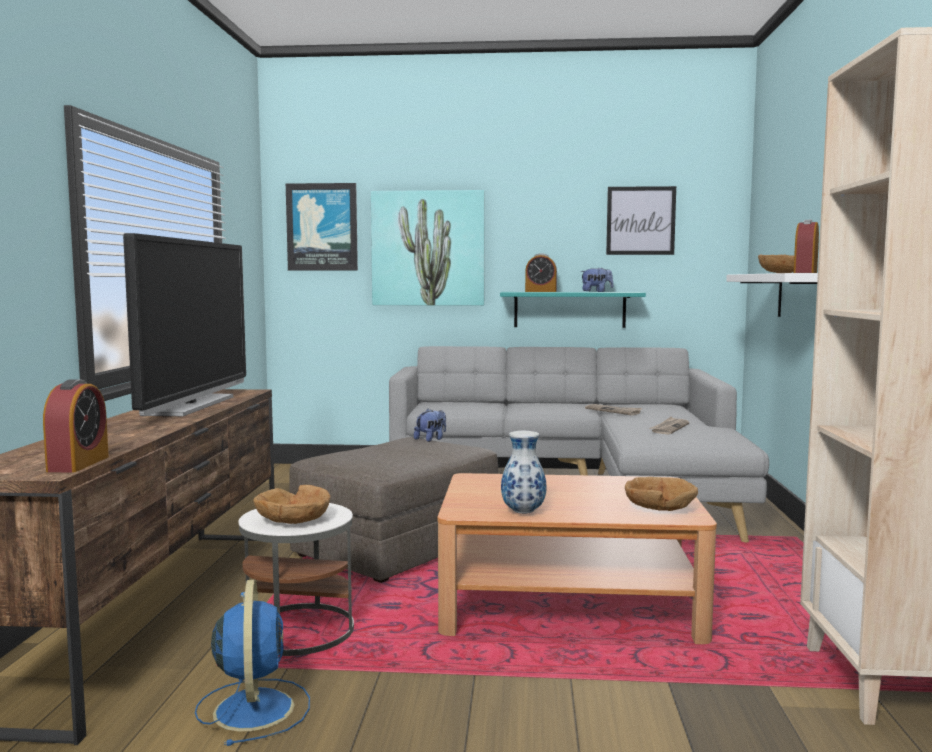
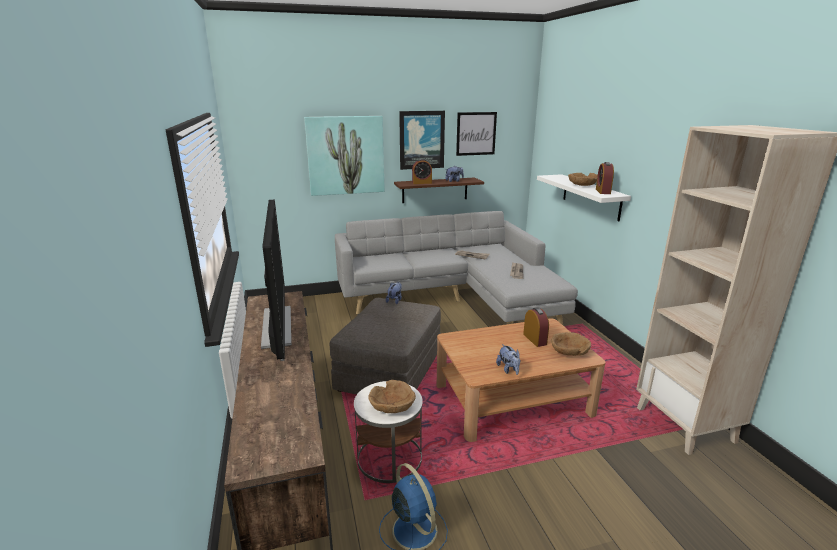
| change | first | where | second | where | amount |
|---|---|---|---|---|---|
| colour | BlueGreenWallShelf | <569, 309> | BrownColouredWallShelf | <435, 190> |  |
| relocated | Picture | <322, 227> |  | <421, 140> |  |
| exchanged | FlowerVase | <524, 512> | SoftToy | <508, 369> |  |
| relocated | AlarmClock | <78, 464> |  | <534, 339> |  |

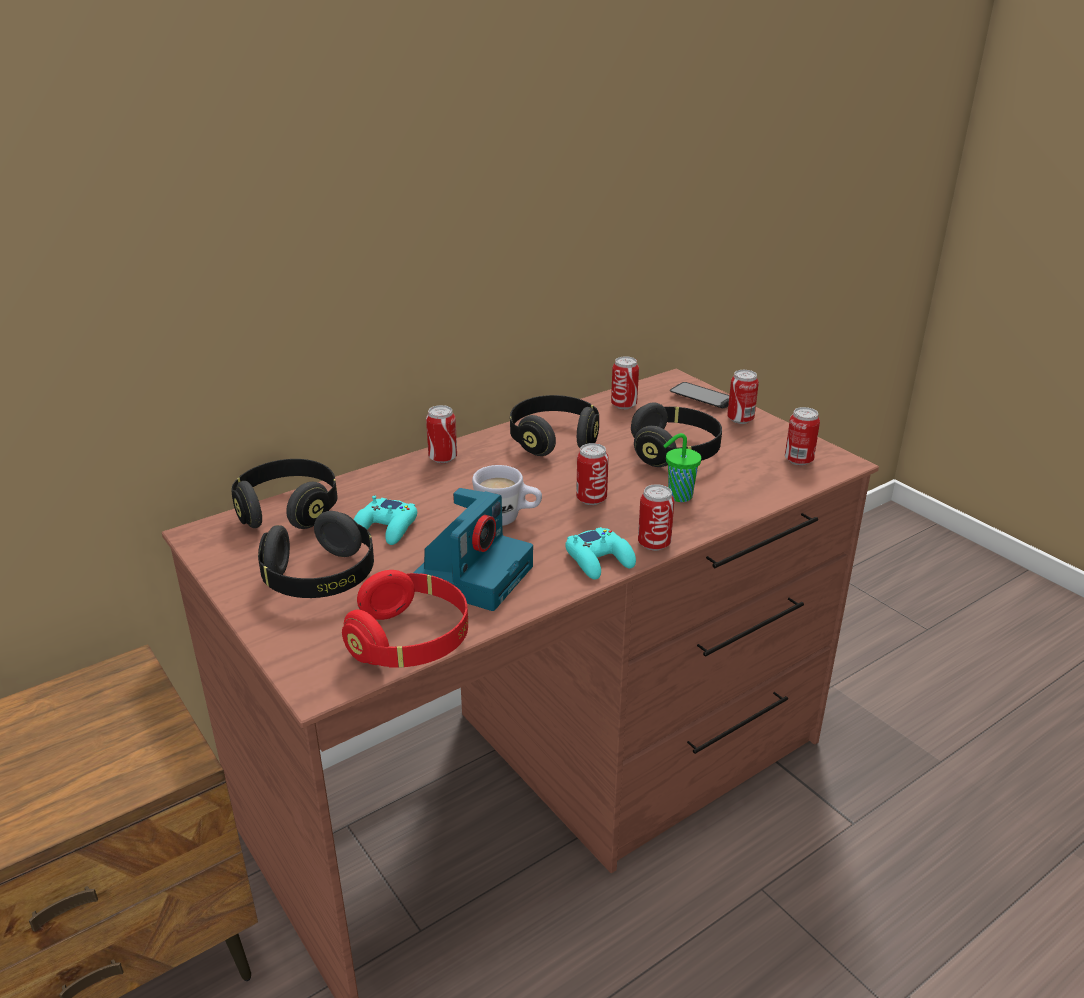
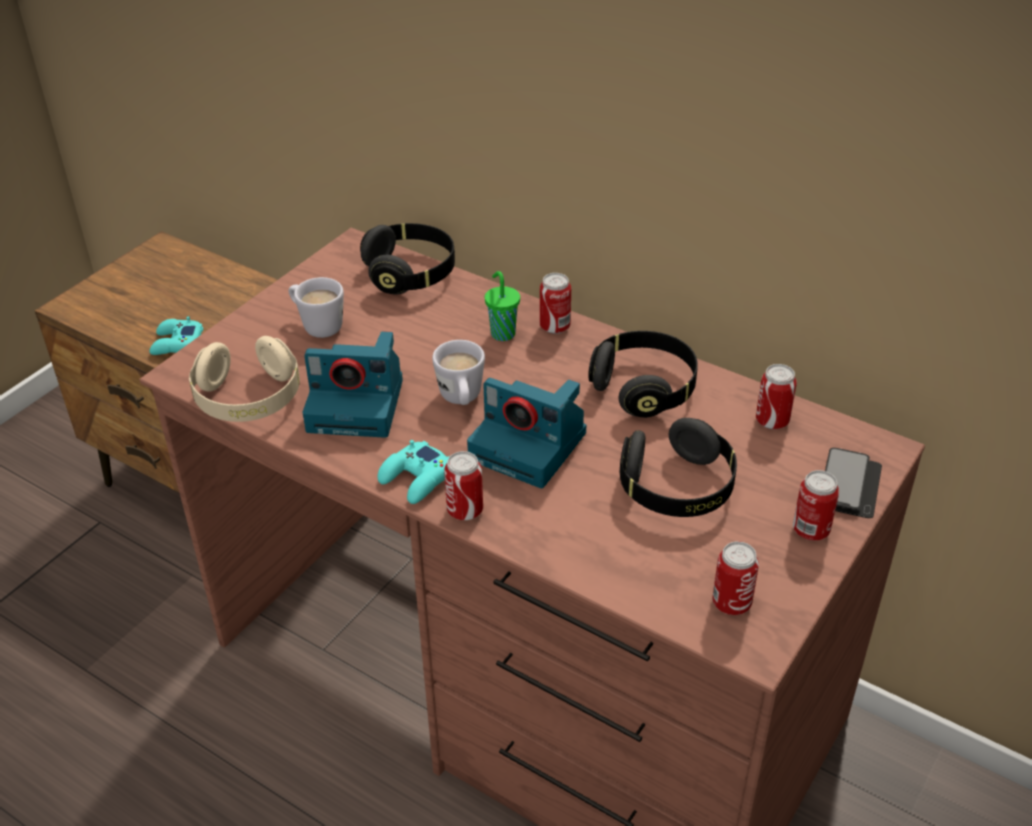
| change | first | where | second | where | amount |
|---|---|---|---|---|---|
| relocated | BlueGreenJoypad | <386, 528> |  | <176, 343> |  |
| colour | RedHeadphones | <410, 641> | BeigeColouredHeadphones | <248, 399> |  |
| exchanged | BlackHeadphones | <320, 578> | WhiteCoffeeMug | <317, 325> |  |
| exchanged | SealedCan | <591, 499> | StillCamera | <531, 446> |  |
| relocated | GreenCup | <678, 496> |  | <502, 333> |  |

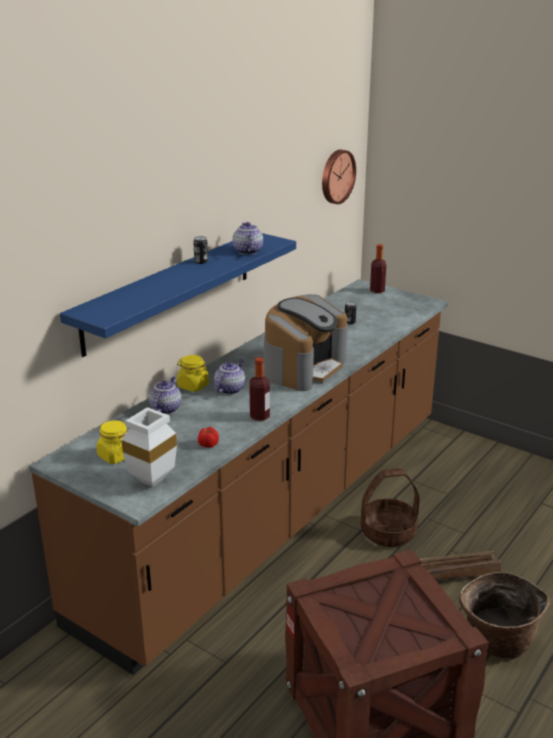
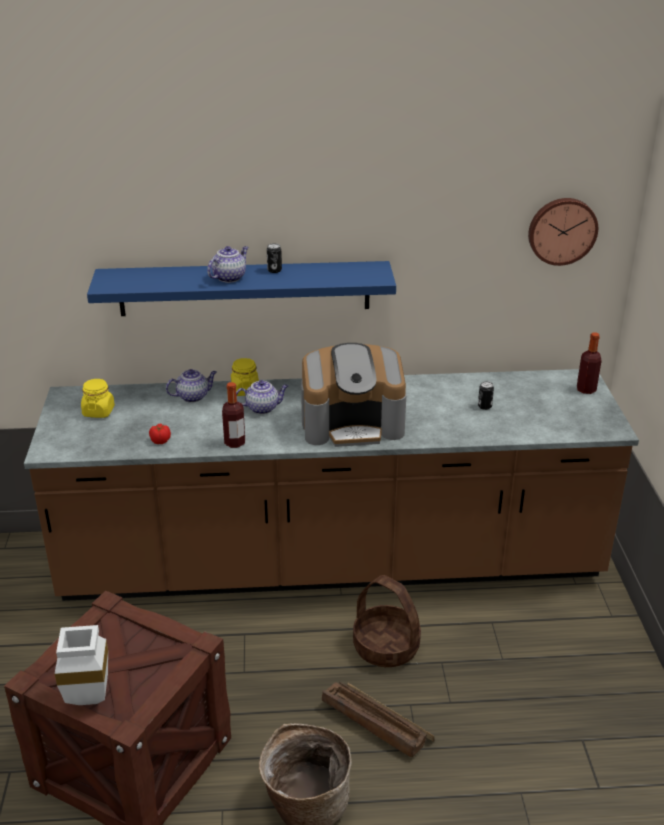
| change | first | where | second | where | amount |
|---|---|---|---|---|---|
| relocated | WhiteFlowerVase | <152, 479> |  | <91, 696> |  |
| relocated | PotForTea | <247, 251> |  | <229, 277> |  |

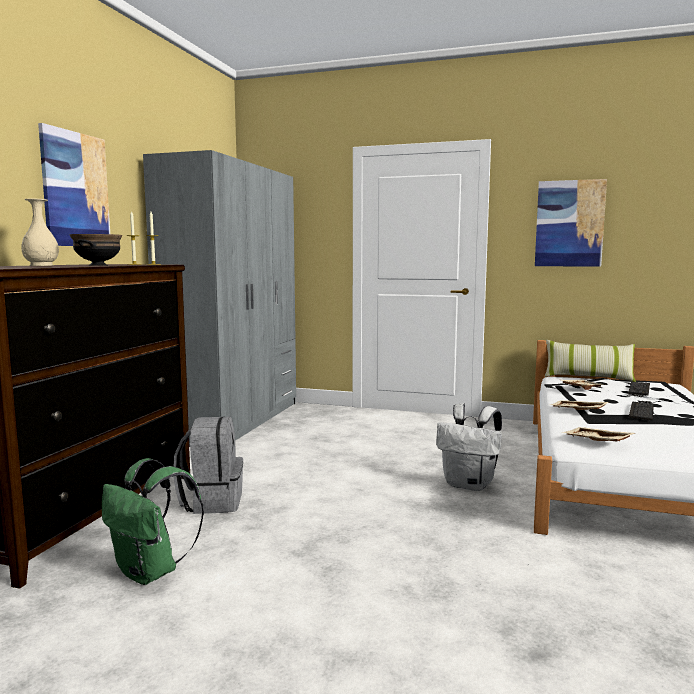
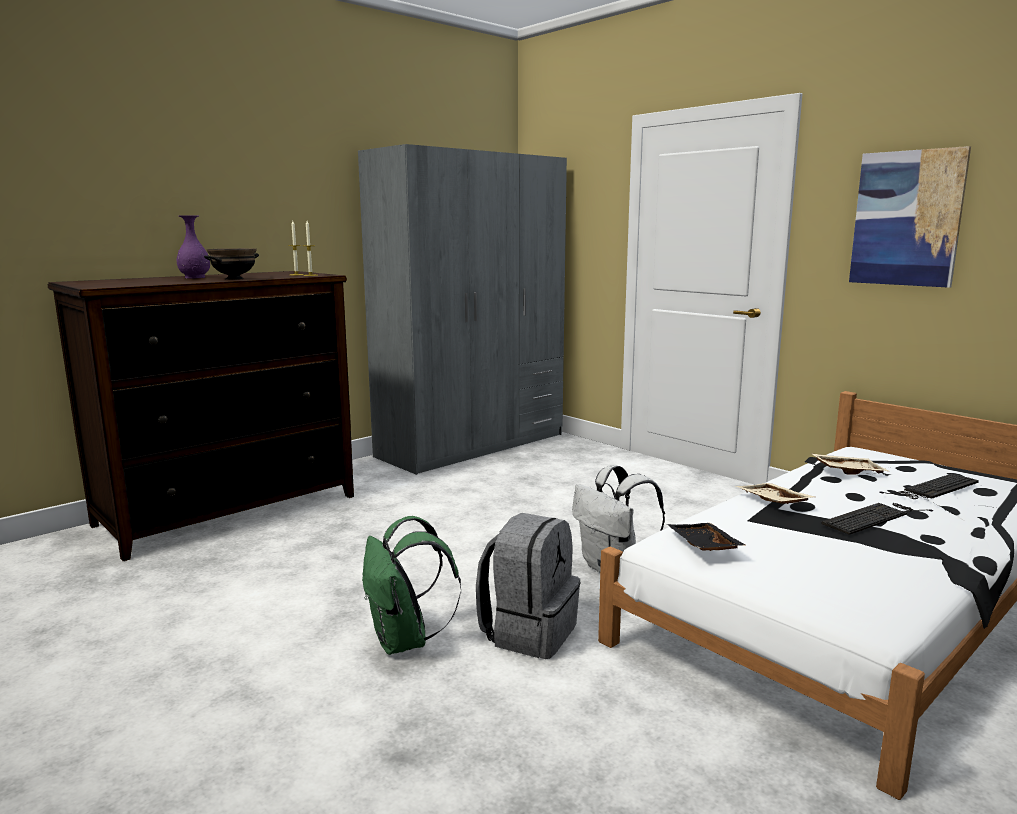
| change | first | where | second | where | amount |
|---|---|---|---|---|---|
| colour | BeigeColouredFlowerVase | <41, 265> | PurplishFlowerVase | <195, 277> |  |
| relocated | GreenBackpack | <151, 572> |  | <405, 641> |  |
| relocated | GrayBackpack | <212, 501> |  | <529, 632> |  |
| colour | BeigeColouredServingTray | <596, 442> | BlackServingTray | <702, 546> |  |
| missing | Picture | <75, 190> |  |  |  |
| missing | ThrowPillow | <588, 377> |  |  |  |

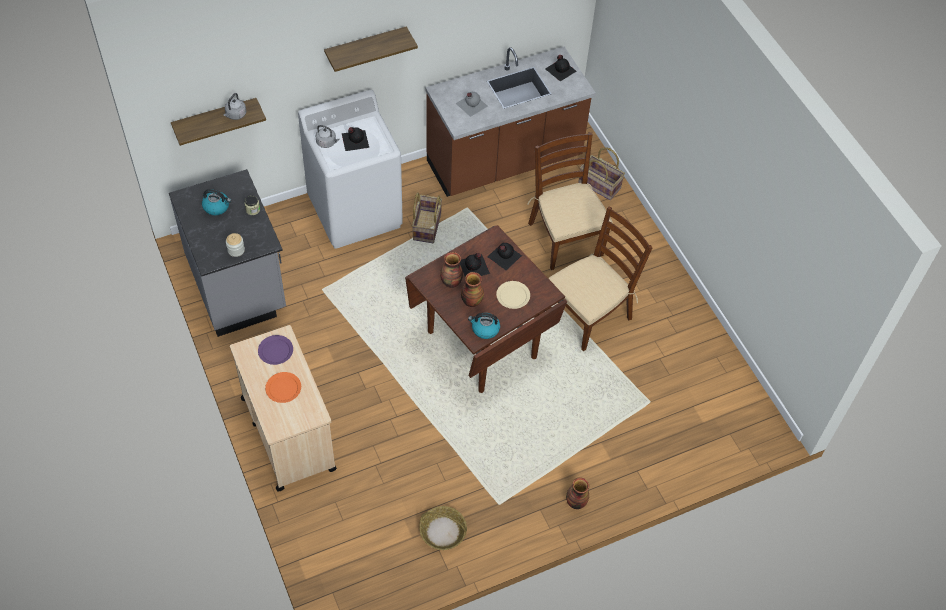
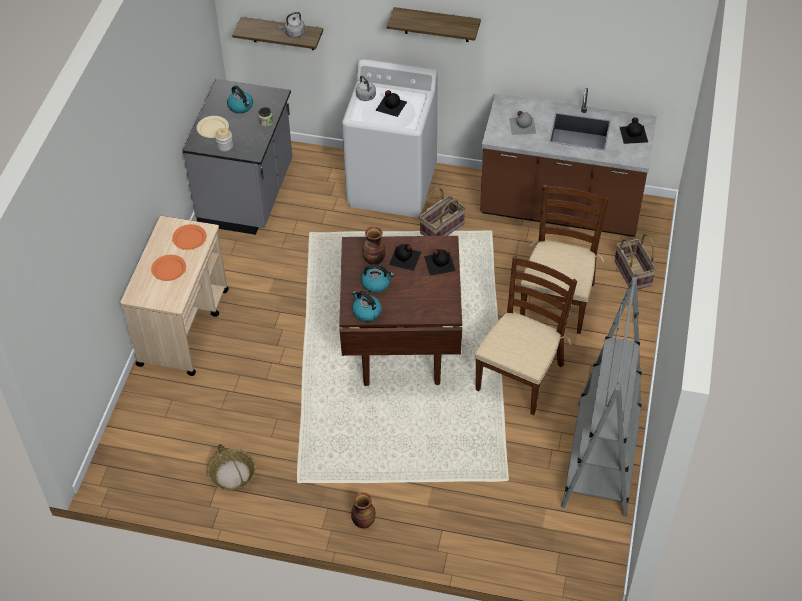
| change | first | where | second | where | amount |
|---|---|---|---|---|---|
| colour | PurplishDinnerPlate | <275, 351> | OrangeDinnerPlate | <189, 238> |  |
| relocated | BeigeColouredDinnerPlate | <513, 296> |  | <212, 128> |  |
| exchanged | FlowerVase | <471, 301> | TeaKettle | <376, 283> |  |
| spun | BrownColouredChair | <589, 315> |  | <520, 376> | 60 degrees counterclockwise |
| appeared |  |  | GrayShelvingUnit | <601, 458> |  |

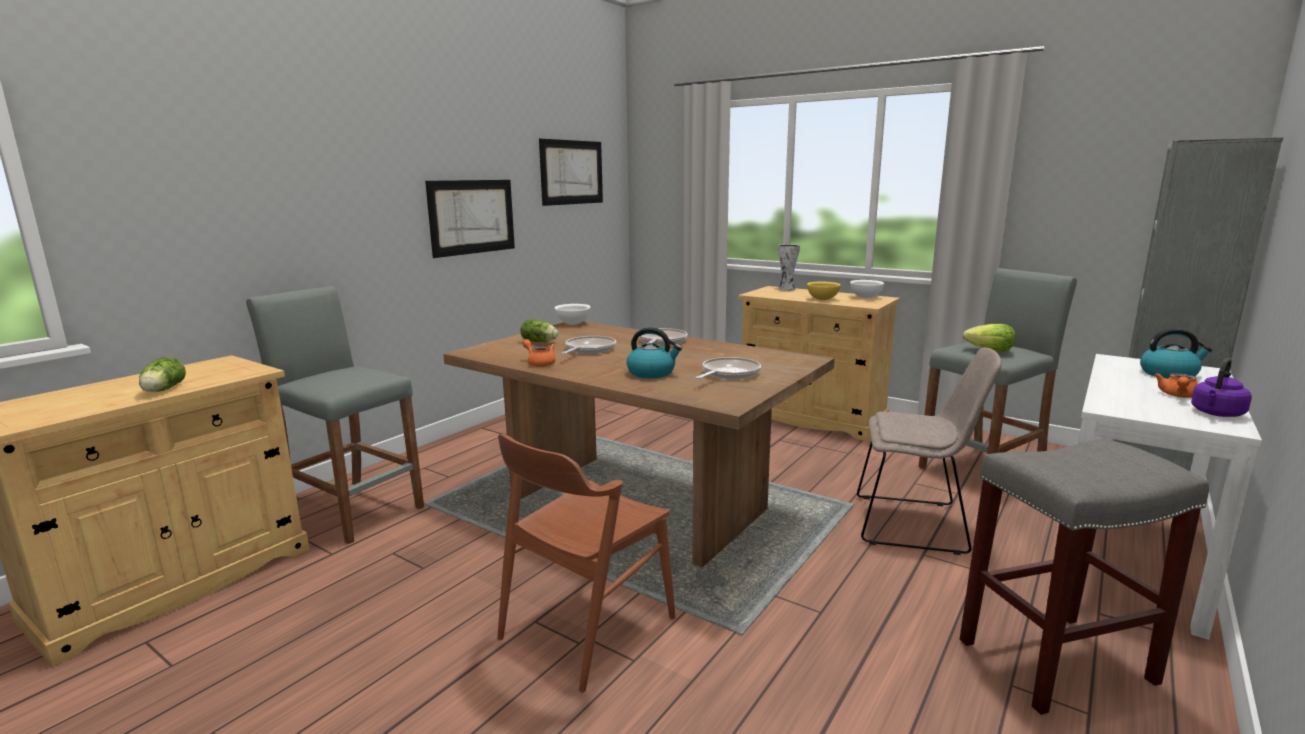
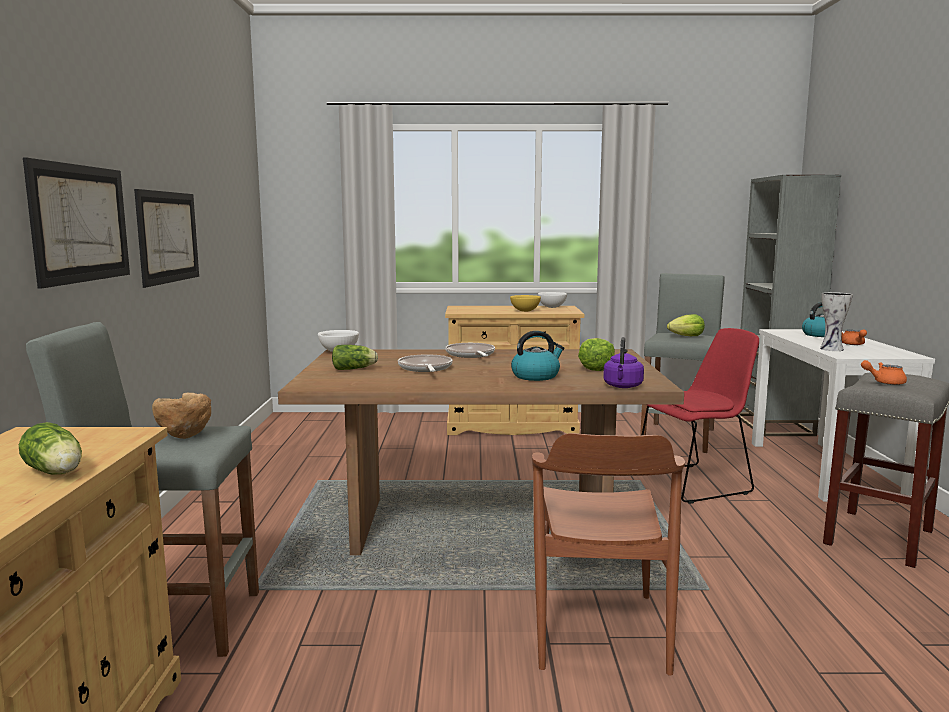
| change | first | where | second | where | amount |
|---|---|---|---|---|---|
| relocated | Picture | <572, 172> |  | <81, 223> |  |
| appeared |  |  | BrownColouredServingBowl | <183, 436> |  |
| exchanged | Skillet | <728, 374> | LettuceHead | <595, 368> |  |
| relocated | PurplishTeaKettle | <1216, 414> |  | <622, 386> |  |
| colour | BeigeColouredChair | <915, 524> | RedChair | <695, 483> |  |
| relocated | FlowerVase | <787, 289> |  | <832, 349> |  |
| relocated | OrangePotForTea | <539, 363> |  | <884, 382> |  |

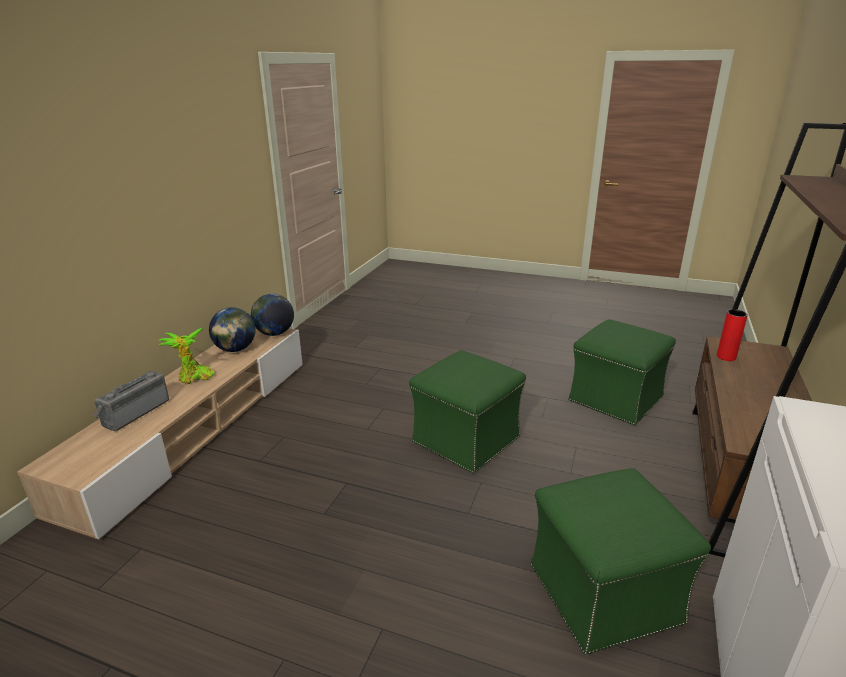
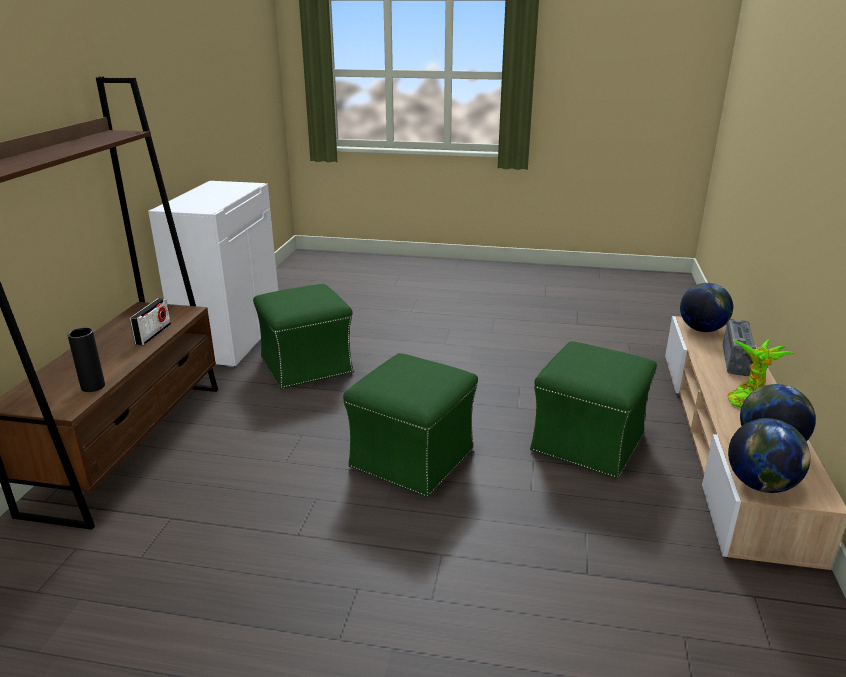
| change | first | where | second | where | amount |
|---|---|---|---|---|---|
| colour | RedFlowerVase | <726, 357> | BlackFlowerVase | <93, 387> |  |
| appeared |  |  | RadioSet | <153, 334> |  |
| relocated | GreenOttoman | <615, 399> |  | <588, 442> |  |
| appeared |  |  | WorldGlobe | <701, 330> |  |

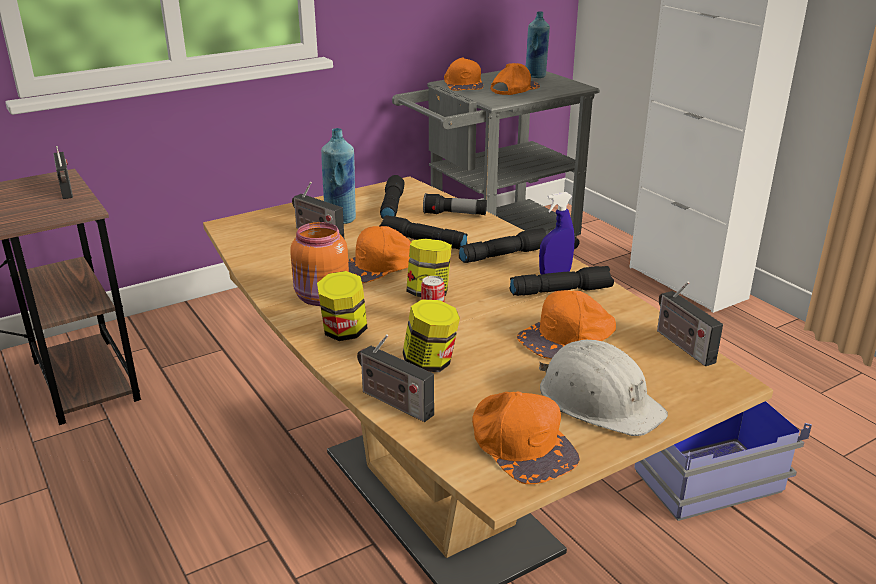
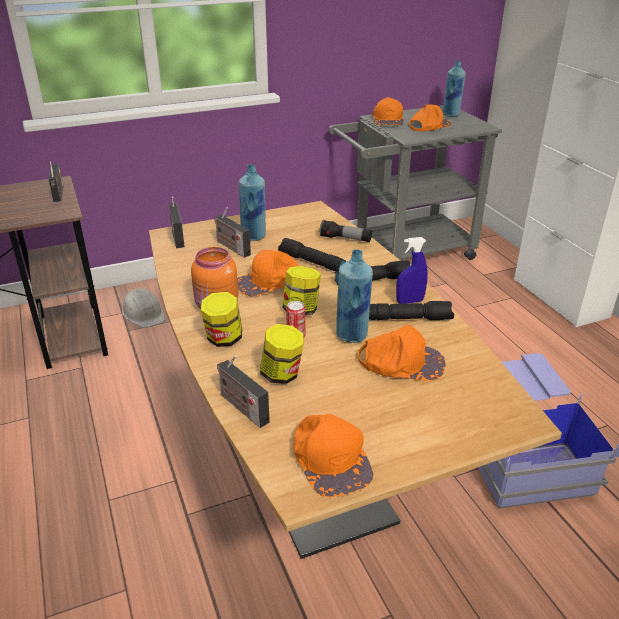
| change | first | where | second | where | amount |
|---|---|---|---|---|---|
| relocated | WhiteSafetyHelmet | <599, 400> |  | <144, 313> |  |
| relocated | RadioSet | <681, 345> |  | <177, 236> |  |
| appeared |  |  | BlueBeverageBottle | <352, 335> |  |
| spun | OrangeCap | <568, 336> |  | <401, 362> | 150 degrees counterclockwise |
| missing | BlackHandTorch | <391, 206> |  |  |  |

